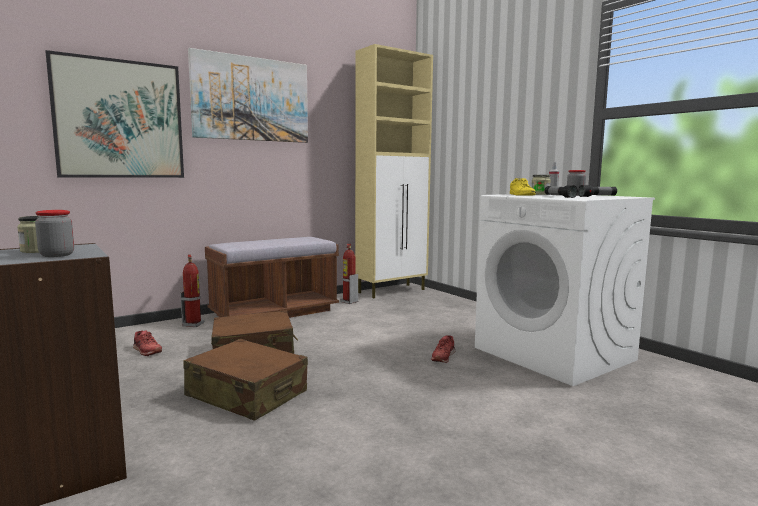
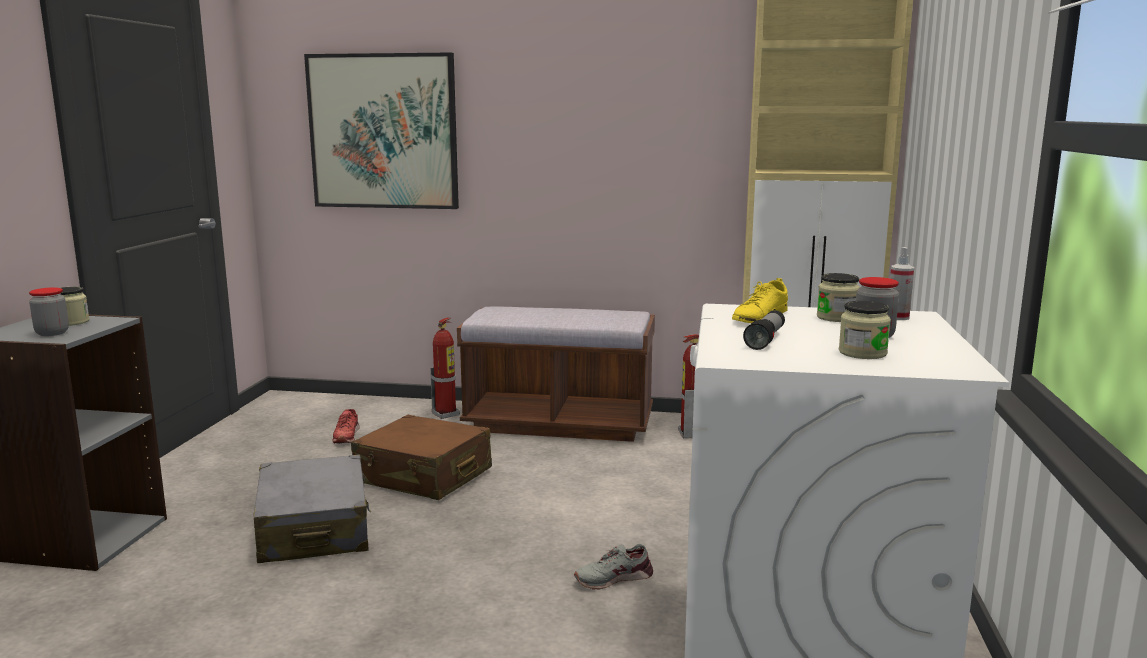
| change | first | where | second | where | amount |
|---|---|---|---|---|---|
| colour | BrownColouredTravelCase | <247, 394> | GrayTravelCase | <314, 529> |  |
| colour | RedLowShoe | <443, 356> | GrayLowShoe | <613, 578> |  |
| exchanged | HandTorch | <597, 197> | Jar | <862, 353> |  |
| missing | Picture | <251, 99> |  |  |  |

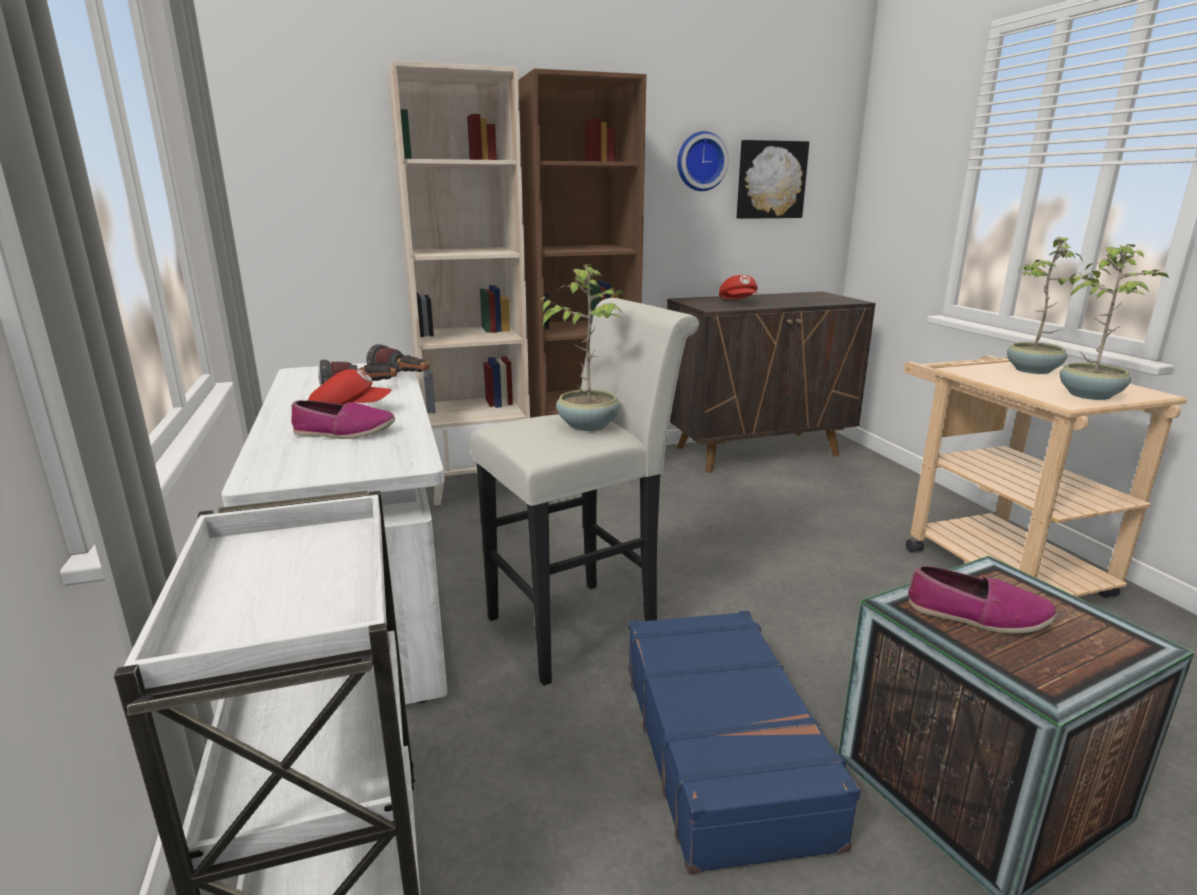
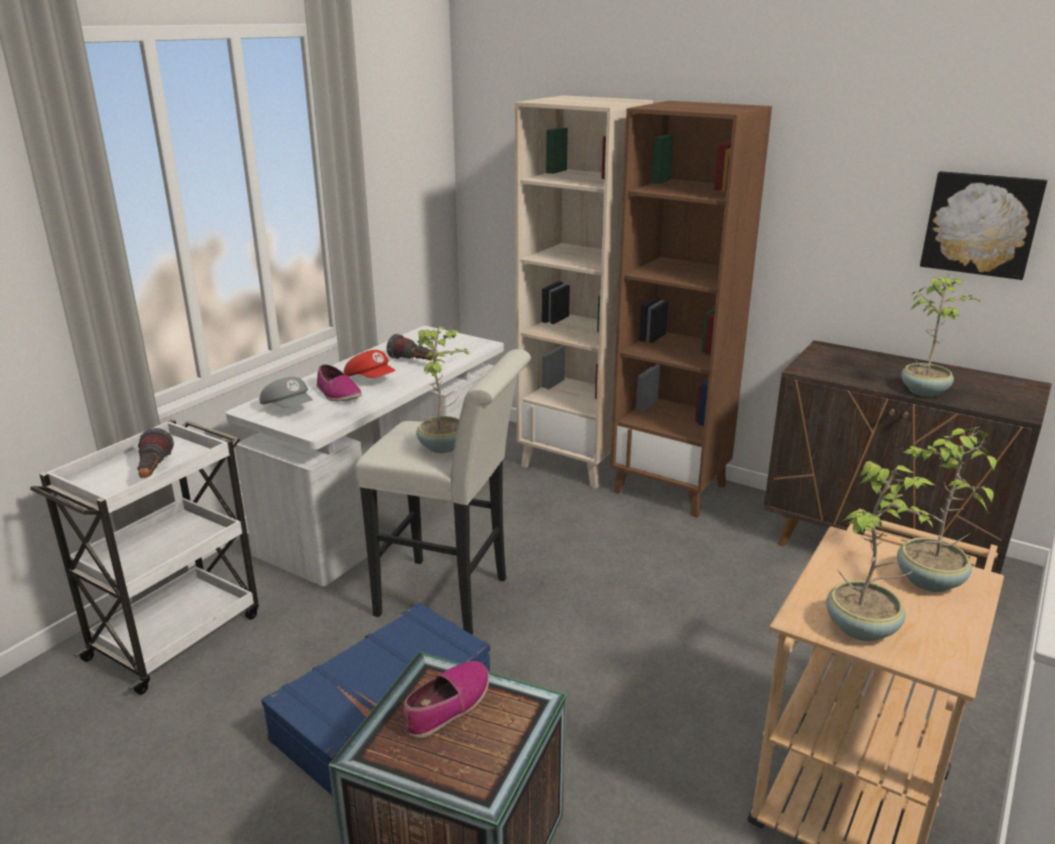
| change | first | where | second | where | amount |
|---|---|---|---|---|---|
| relocated | HandTorch | <402, 378> |  | <153, 472> |  |
| appeared |  |  | GrayCap | <288, 408> |  |
| spun | LowShoe | <977, 615> |  | <447, 706> | 120 degrees counterclockwise |
| appeared |  |  | Houseplant | <924, 391> |  |
| missing | ClockOnTheWall | <700, 161> |  |  |  |
| missing | RedCap | <739, 302> |  |  |  |

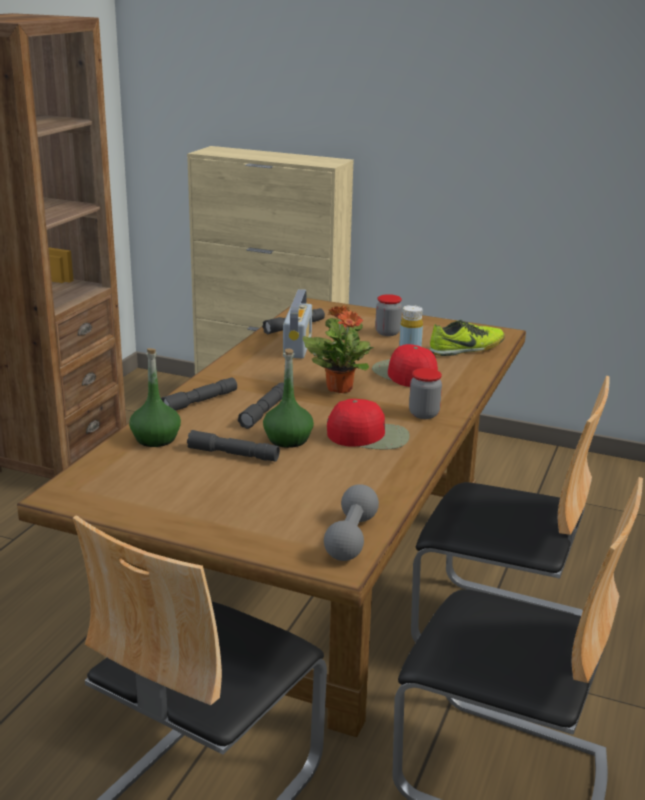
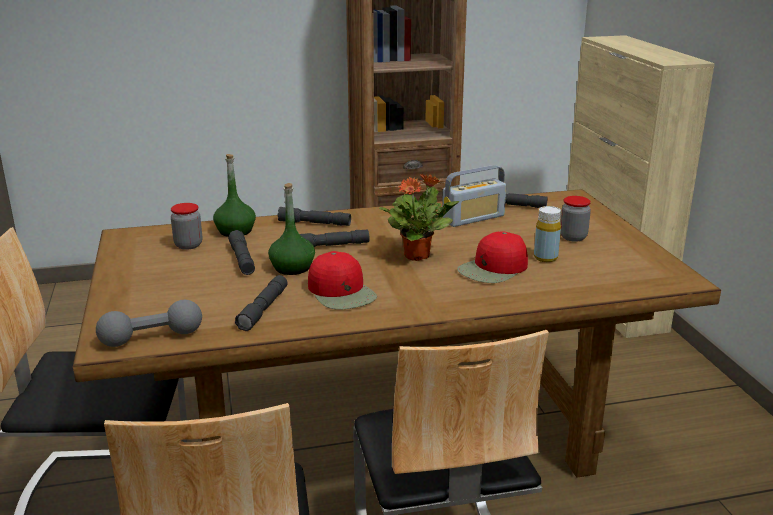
| change | first | where | second | where | amount |
|---|---|---|---|---|---|
| relocated | Jar | <424, 414> |  | <188, 245> |  |
| appeared |  |  | GrayHandTorch | <263, 309> |  |
| spun | RedCap | <404, 374> |  | <493, 269> | 150 degrees counterclockwise |
| missing | LowShoe | <467, 349> |  |  |  |

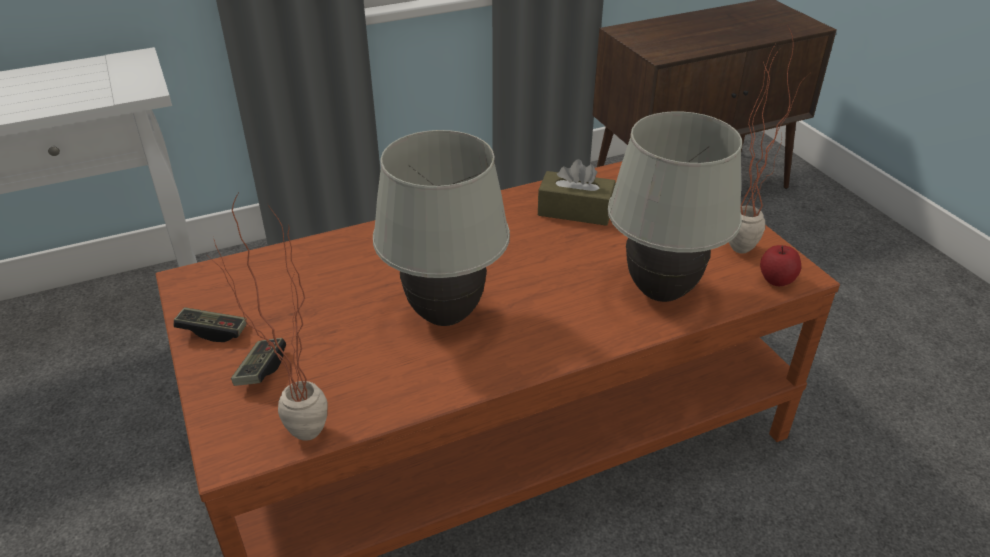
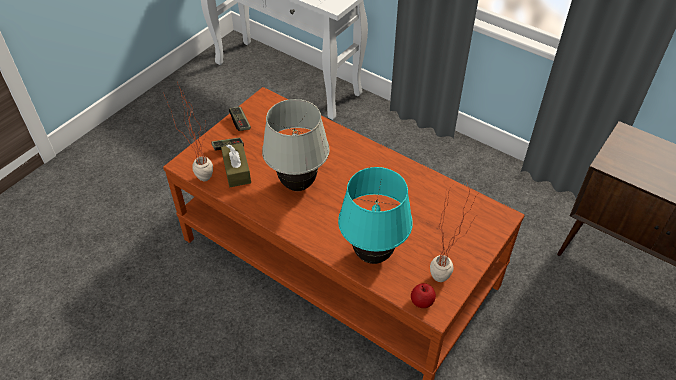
| change | first | where | second | where | amount |
|---|---|---|---|---|---|
| relocated | BrownColouredTissueHolder | <575, 211> |  | <237, 171> |  |
| colour | WhiteLampForATable | <661, 292> | BlueGreenLampForATable | <373, 255> |  |

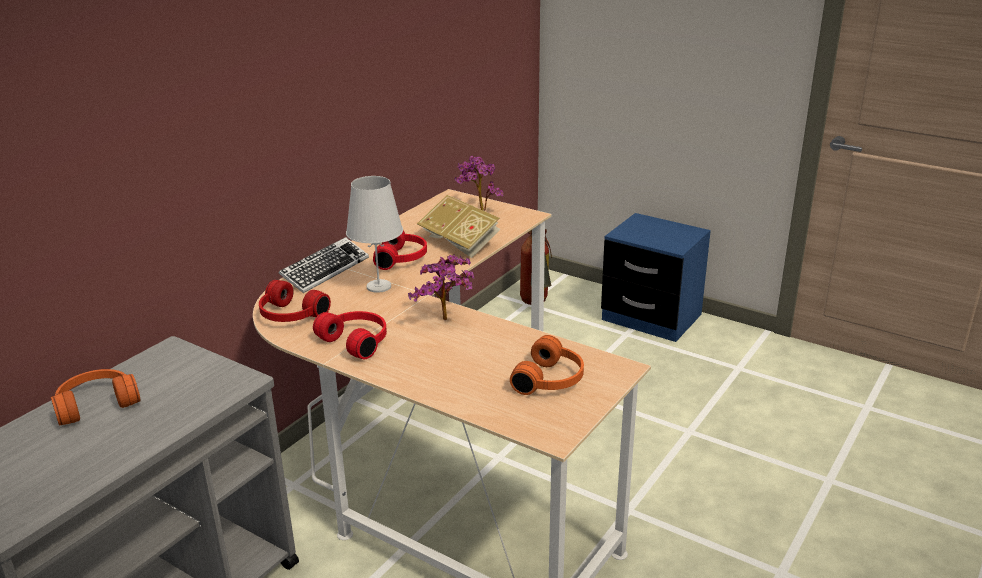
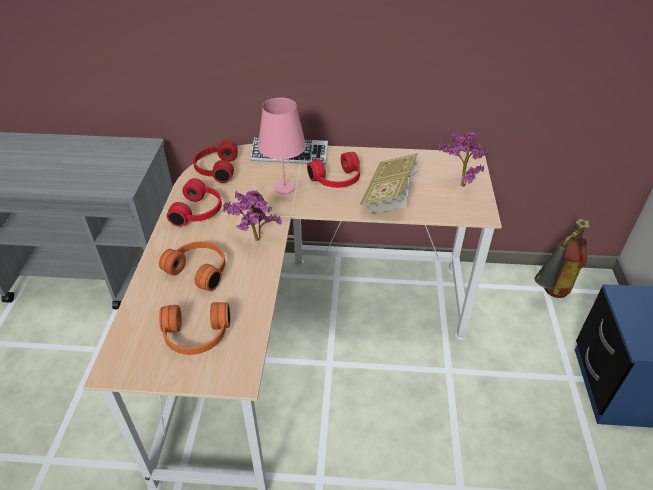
| change | first | where | second | where | amount |
|---|---|---|---|---|---|
| relocated | OrangeHeadphones | <96, 404> |  | <200, 270> |  |
| colour | WhiteLampForATable | <379, 286> | PinkColouredLampForATable | <284, 188> |  |

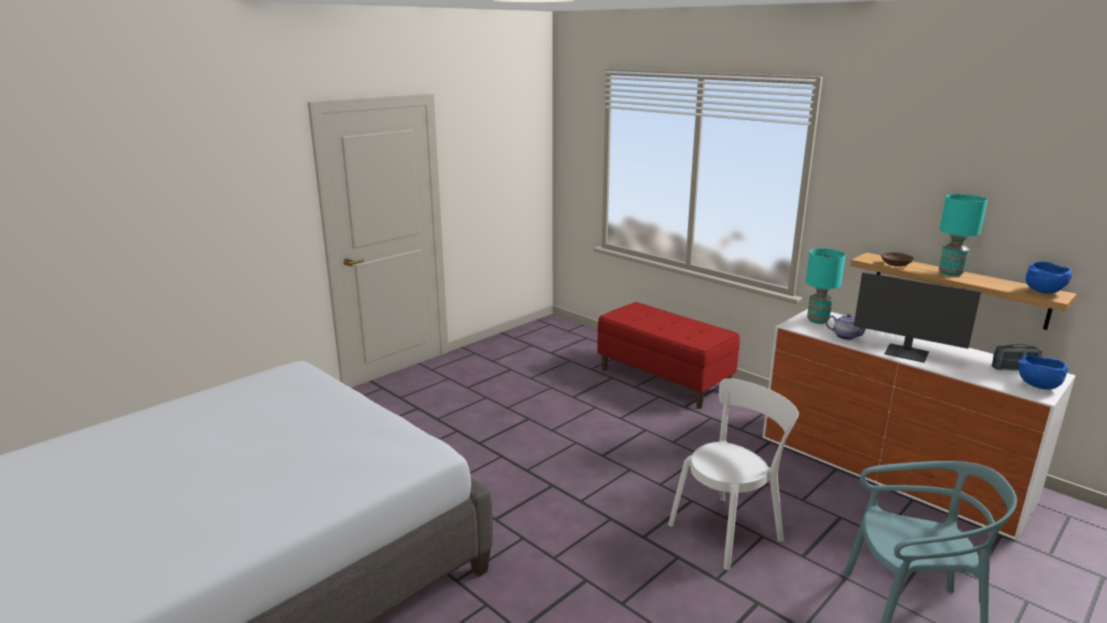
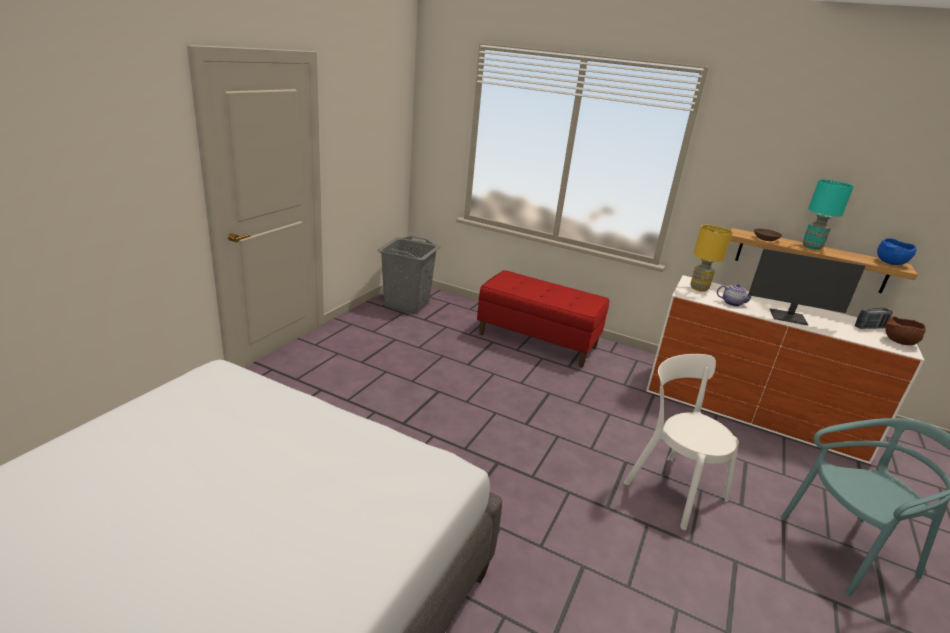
| change | first | where | second | where | amount |
|---|---|---|---|---|---|
| appeared |  |  | GrayHamper | <407, 303> |  |
| spun | WhiteChair | <728, 530> |  | <671, 488> | 75 degrees counterclockwise |
| colour | BlueGreenLampForATable | <818, 320> | YellowColouredLampForATable | <699, 288> |  |
| colour | BlueServingBowl | <1037, 386> | BrownColouredServingBowl | <898, 342> |  |

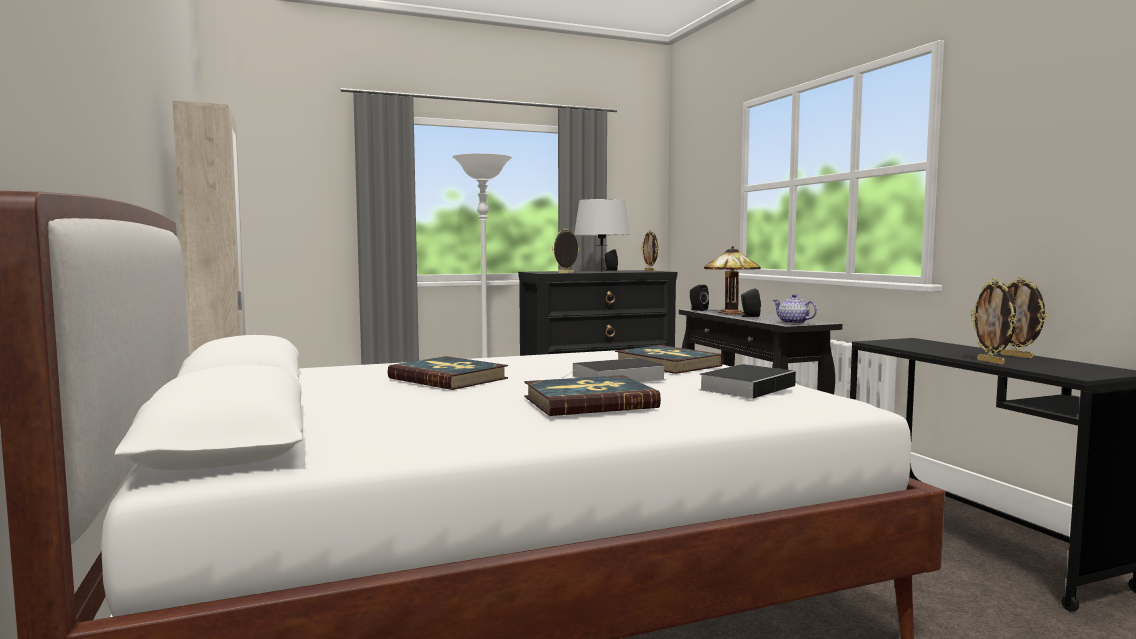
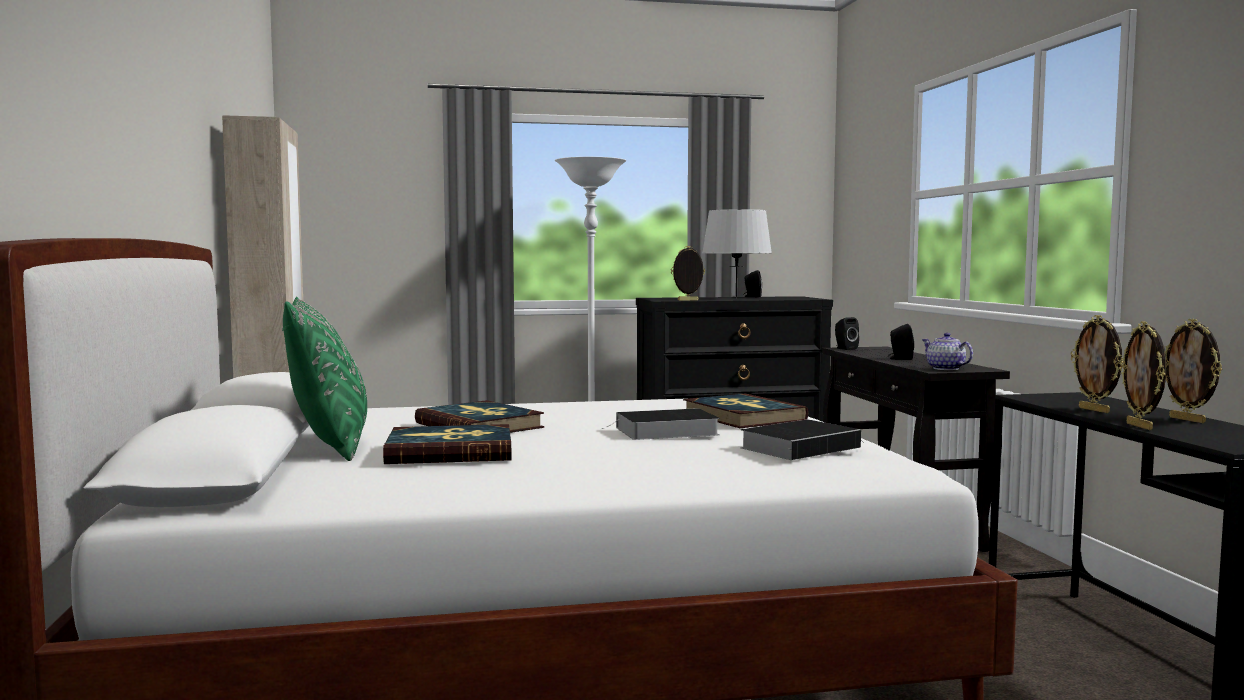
| change | first | where | second | where | amount |
|---|---|---|---|---|---|
| appeared |  |  | GreenThrowPillow | <329, 446> |  |
| relocated | Volume | <589, 402> |  | <450, 451> |  |
| relocated | PictureFrame | <650, 271> |  | <1095, 410> |  |
| missing | LampForATable | <730, 313> |  |  |  |

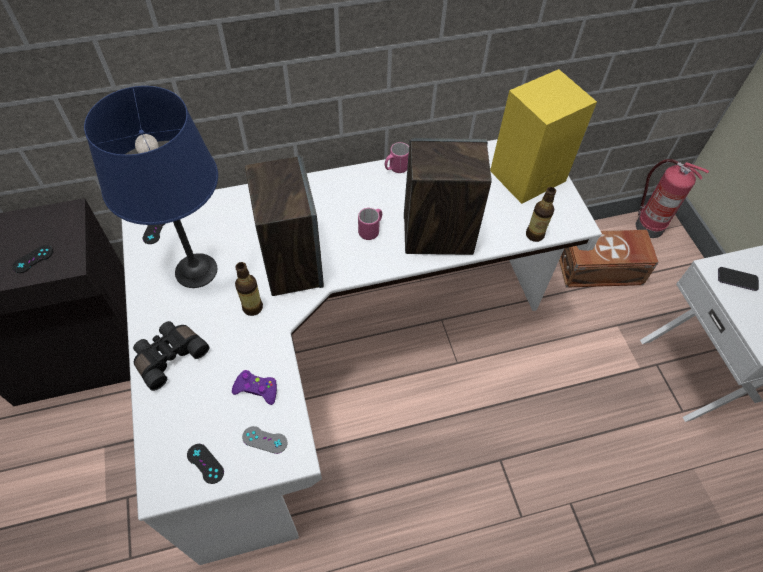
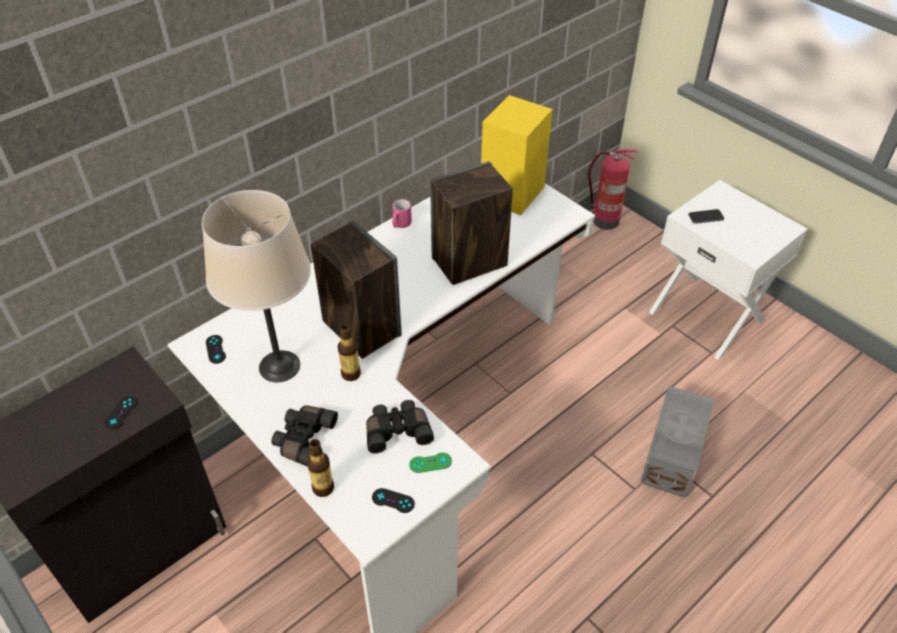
| change | first | where | second | where | amount |
|---|---|---|---|---|---|
| colour | BlueLampForATable | <196, 271> | BeigeColouredLampForATable | <279, 367> |  |
| relocated | BeverageBottle | <534, 235> |  | <323, 488> |  |
| exchanged | PurplishJoypad | <256, 389> | BlackFieldGlasses | <397, 431> |  |
| colour | GrayJoypad | <264, 440> | GreenJoypad | <430, 463> |  |
| appeared |  |  | GrayStorageBin | <671, 454> |  |
| missing | PinkColouredCoffeeMug | <371, 230> |  |  |  |
| missing | BrownColouredStorageBin | <601, 271> |  |  |  |

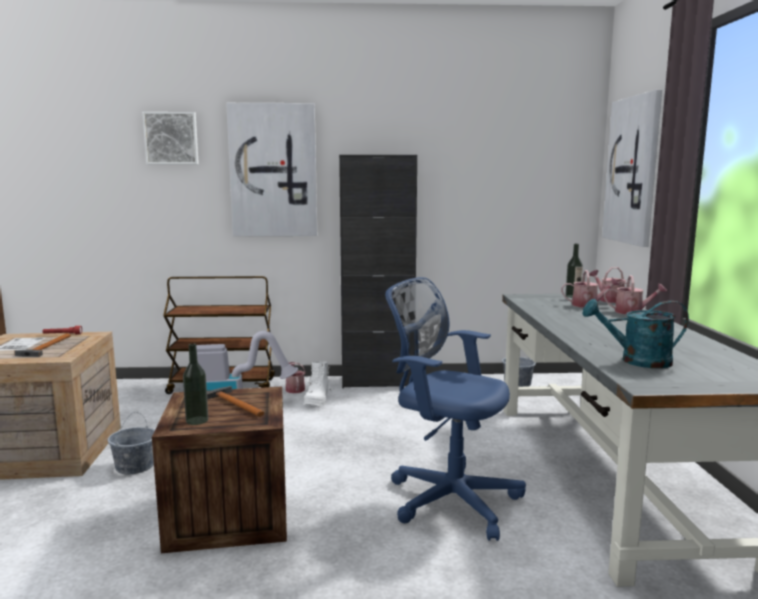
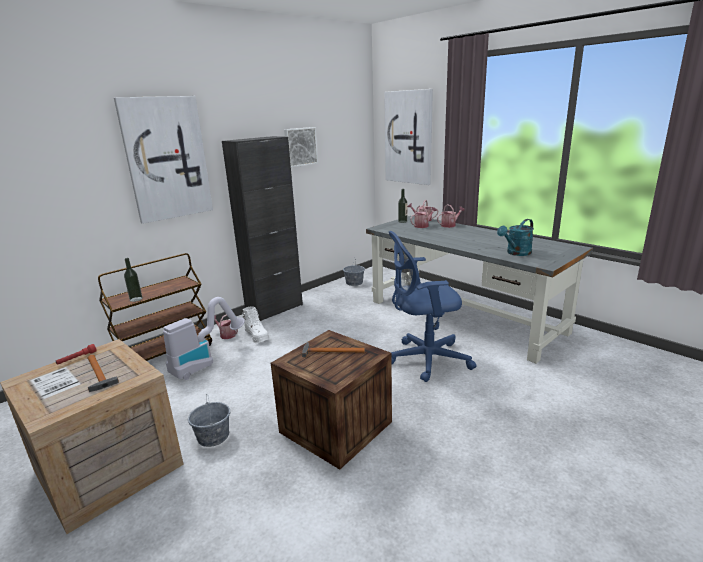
| change | first | where | second | where | amount |
|---|---|---|---|---|---|
| relocated | BeverageBottle | <197, 420> |  | <136, 299> |  |
| relocated | Picture | <171, 138> |  | <300, 146> |  |

